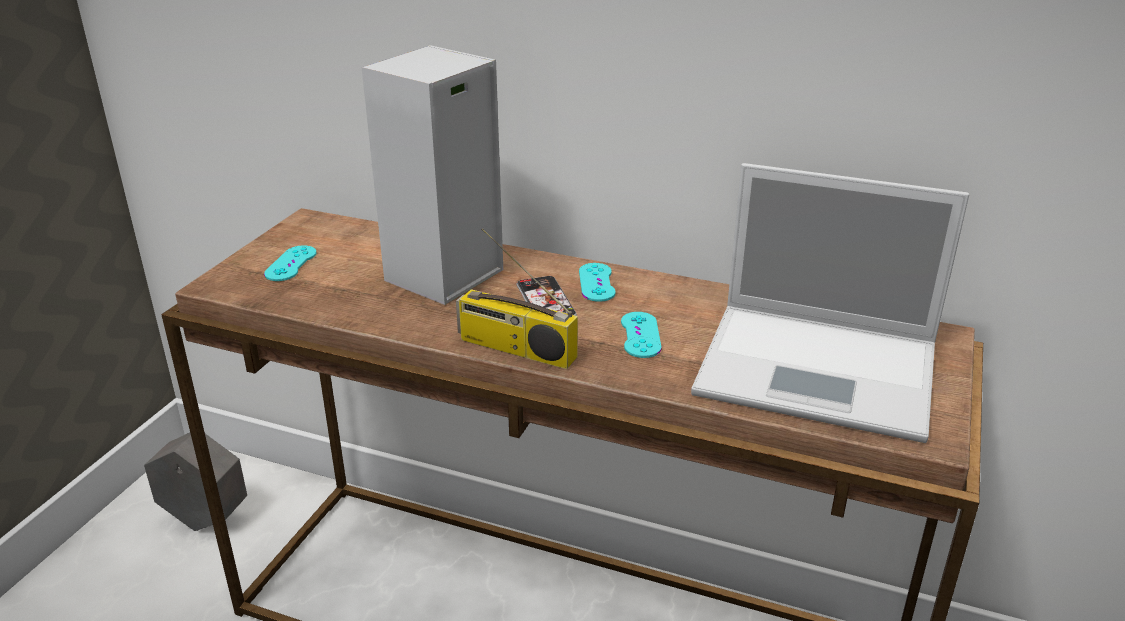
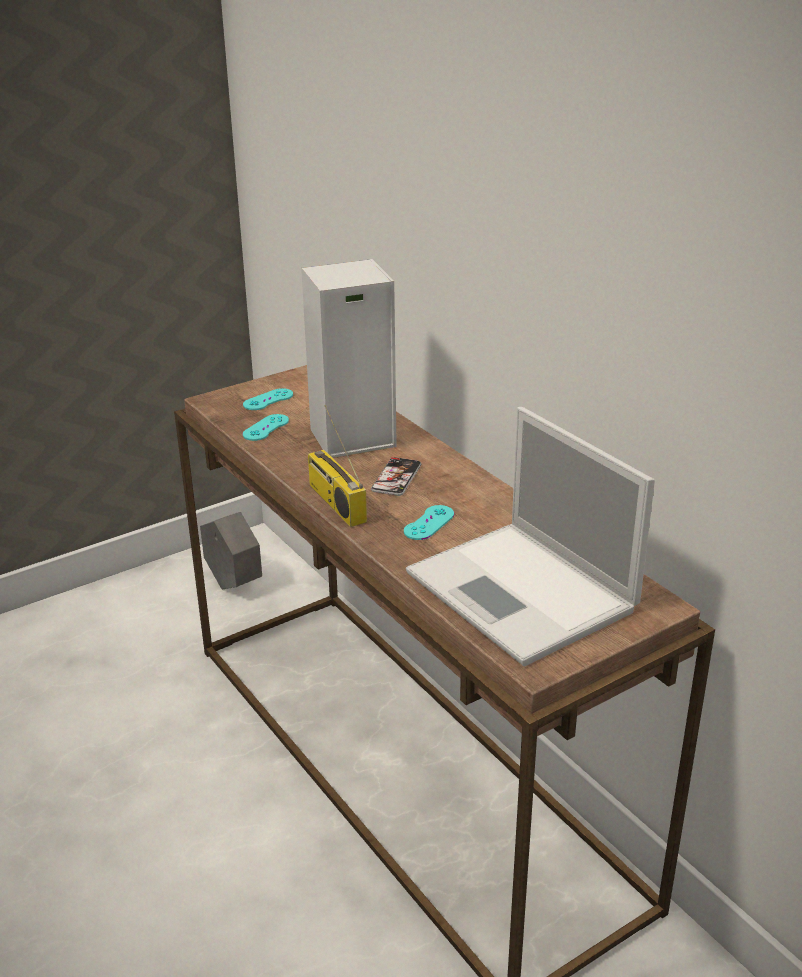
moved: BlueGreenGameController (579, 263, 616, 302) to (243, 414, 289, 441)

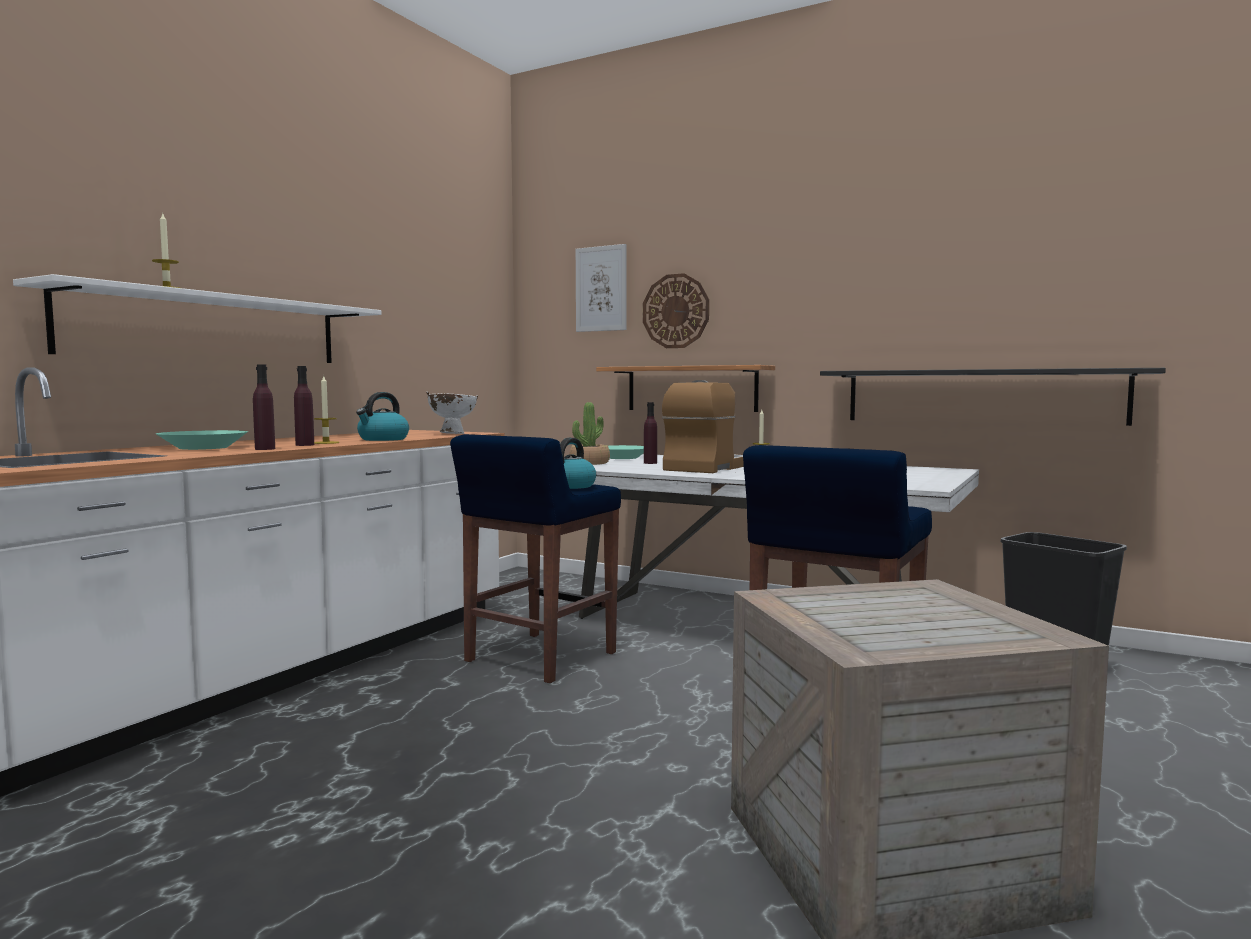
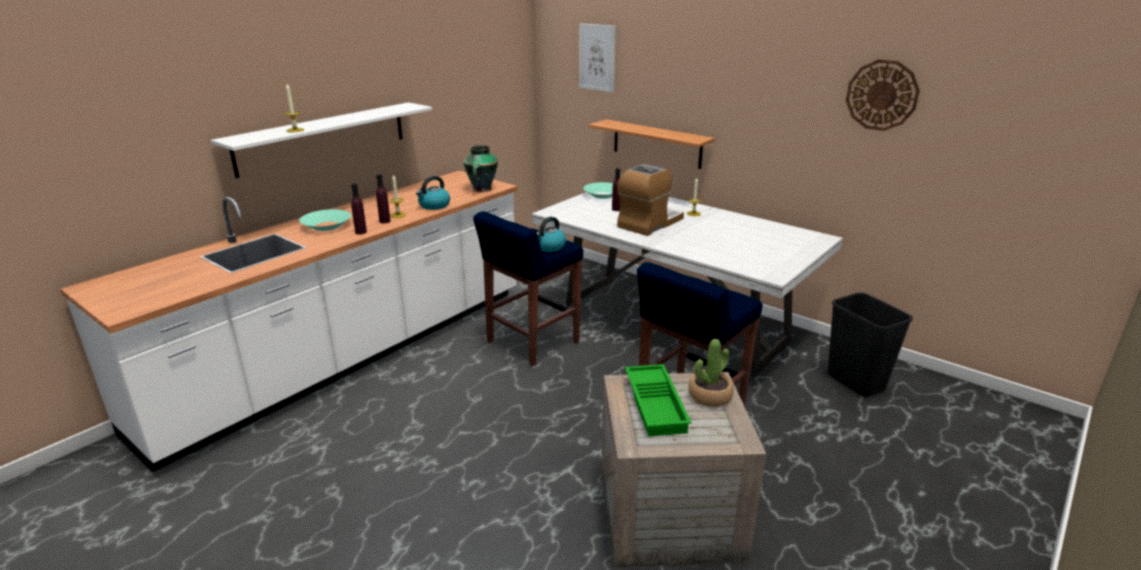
removed: BlackishWallShelf (820, 368, 1166, 426)
added: GreenishTray (625, 364, 692, 437)
moved: WallClock (643, 273, 709, 348) to (846, 59, 920, 131); PottedPlant (570, 402, 610, 465) to (688, 339, 734, 407)
replaced: WhiteColouredDeepDish (426, 392, 478, 434) to Vase (463, 145, 498, 192)

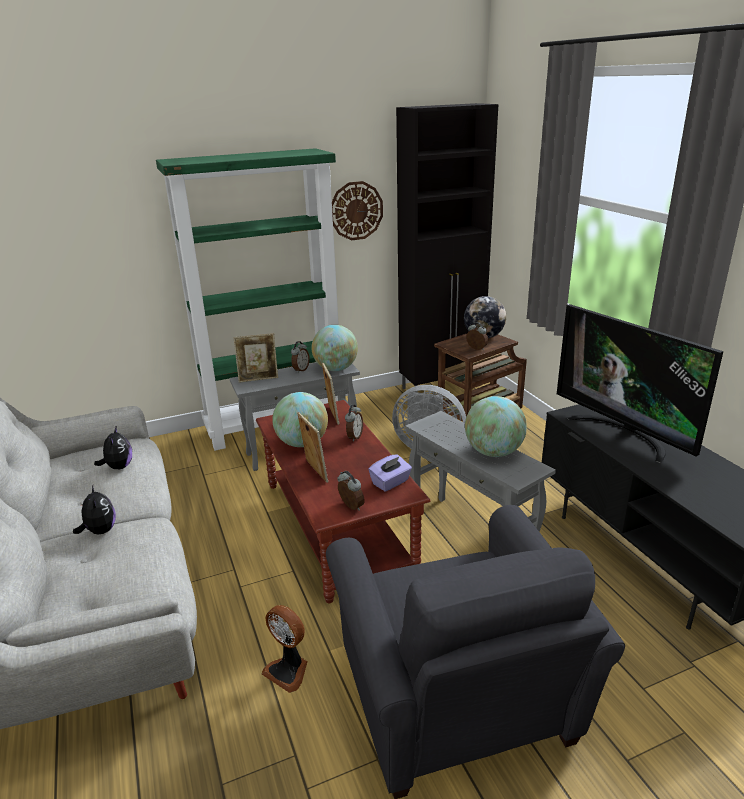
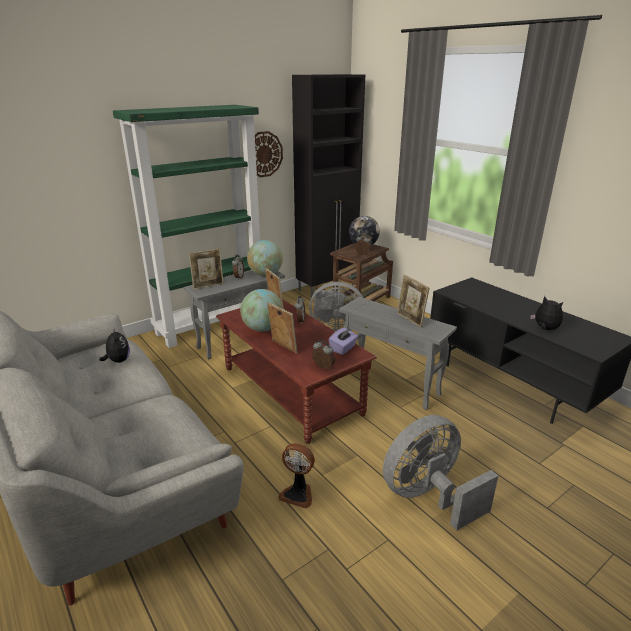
removed: Television (557, 304, 723, 463)
moved: PlushToy (73, 486, 116, 534) to (530, 296, 563, 330)
replaced: DeskGlobe (465, 396, 527, 457) to PictureFrame (397, 275, 430, 327); GreyishArmchair (326, 505, 625, 799) to GreyishCoolingFan (383, 415, 498, 531)

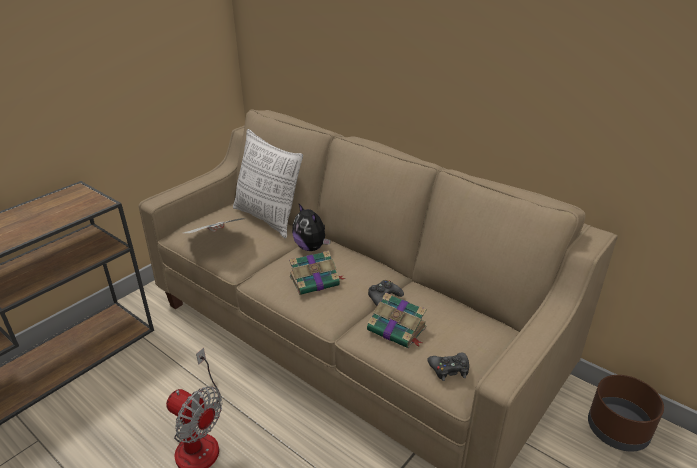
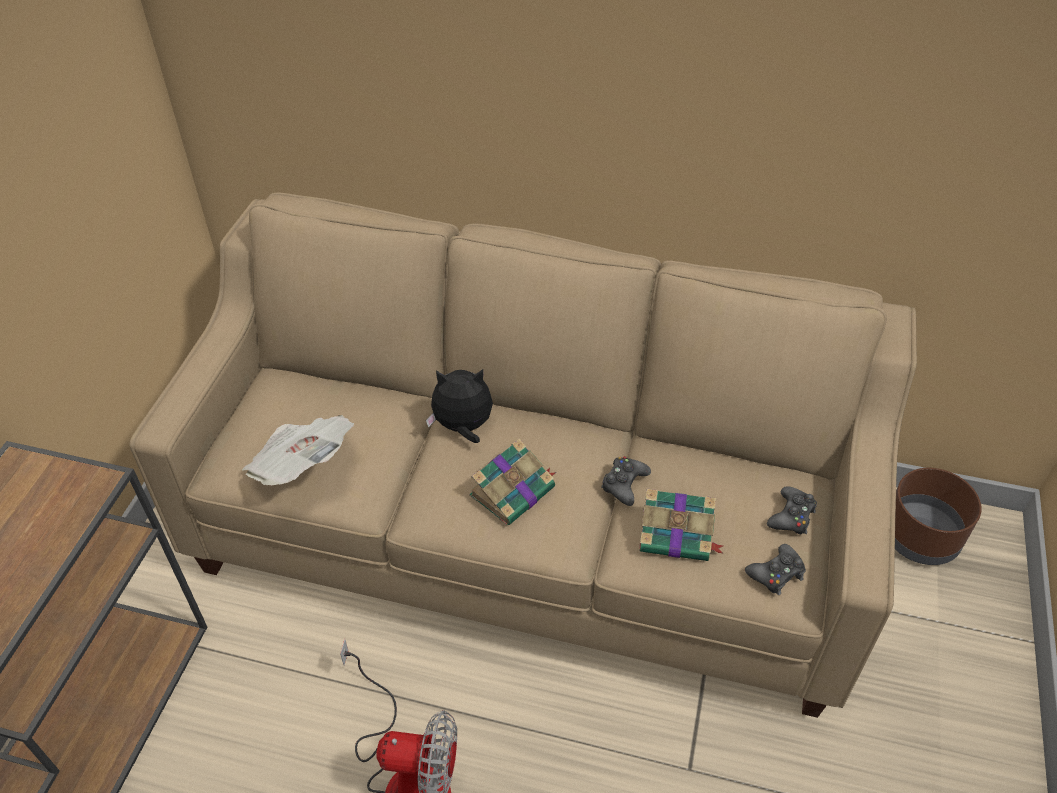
removed: Pillow (233, 129, 303, 239)
added: BlackishGameController (767, 486, 817, 534)
turned: PlushToy (292, 204, 331, 251) = (426, 369, 493, 443) 150 degrees clockwise

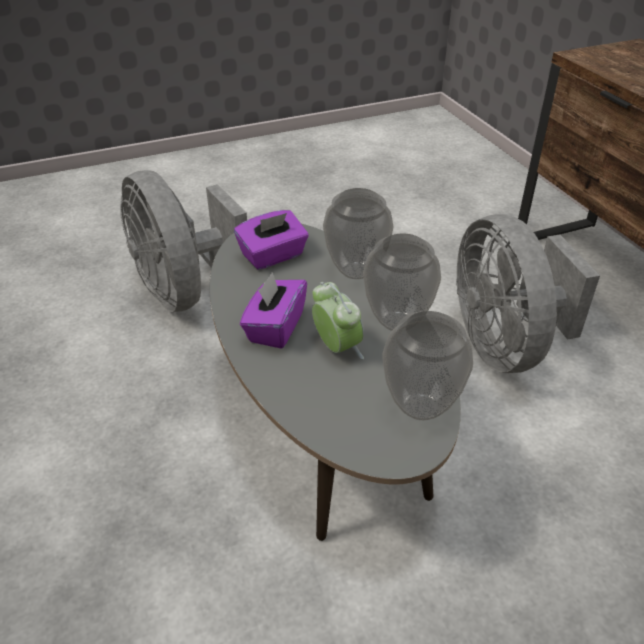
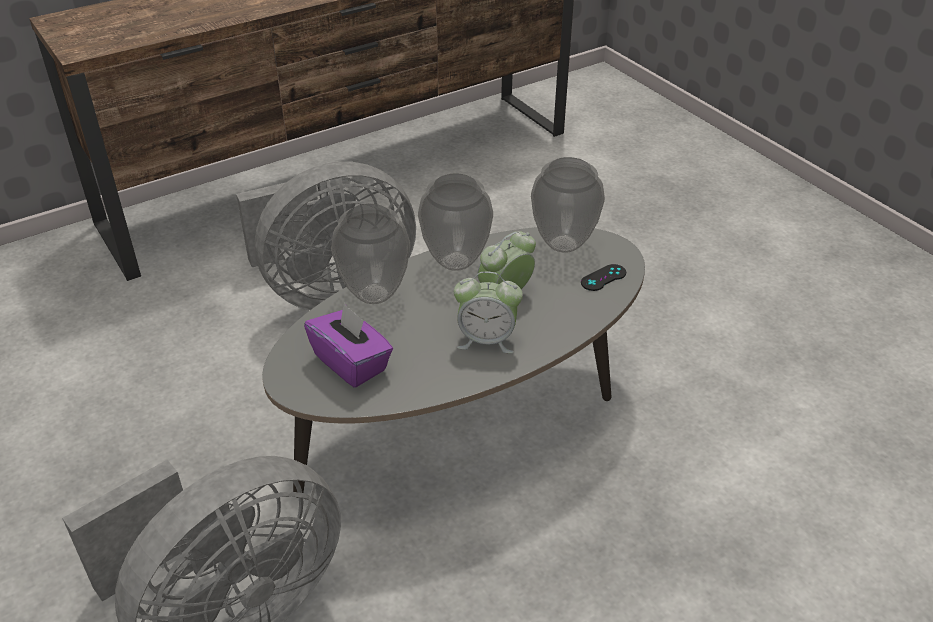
added: BlackishGameController (581, 264, 626, 291)
replaced: PurpleTissueHolder (240, 272, 307, 349) to TableClock (454, 271, 523, 353)

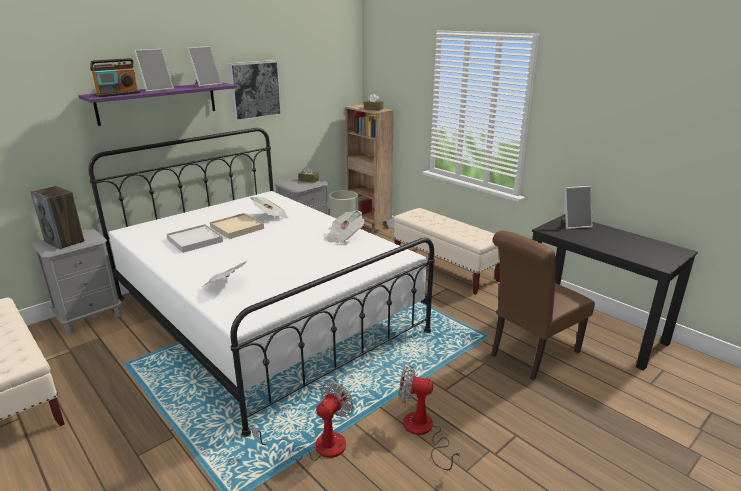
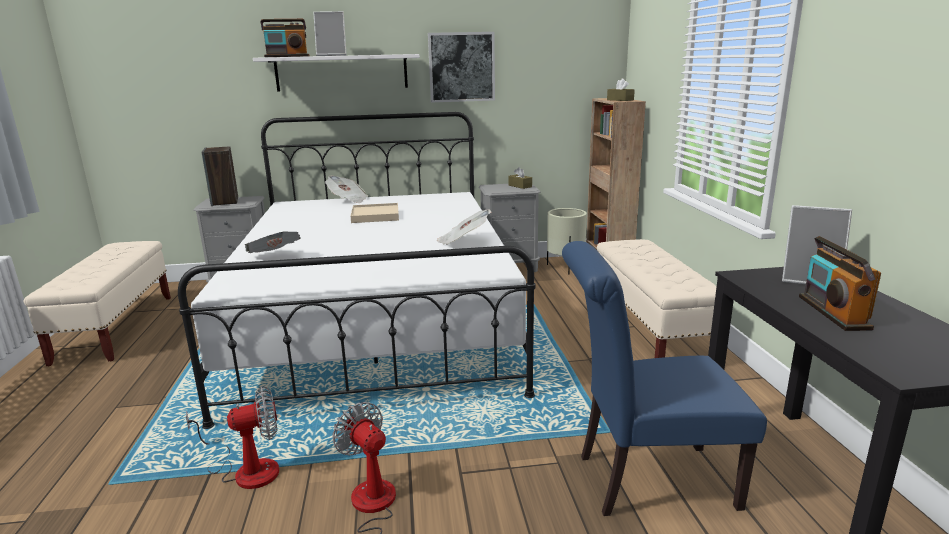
removed: PictureFrame (187, 46, 222, 87); WhiteColouredTray (166, 224, 223, 253)
added: RadioSet (799, 236, 881, 331)
moved: DailyPaper (250, 197, 288, 219) to (325, 176, 368, 203)
recoloured: PurpleWallShelf (78, 82, 237, 126) to WhiteColouredWallShelf (253, 54, 420, 91); BrownishUprightChair (491, 231, 595, 380) to BlueColouredUprightChair (562, 241, 767, 516)

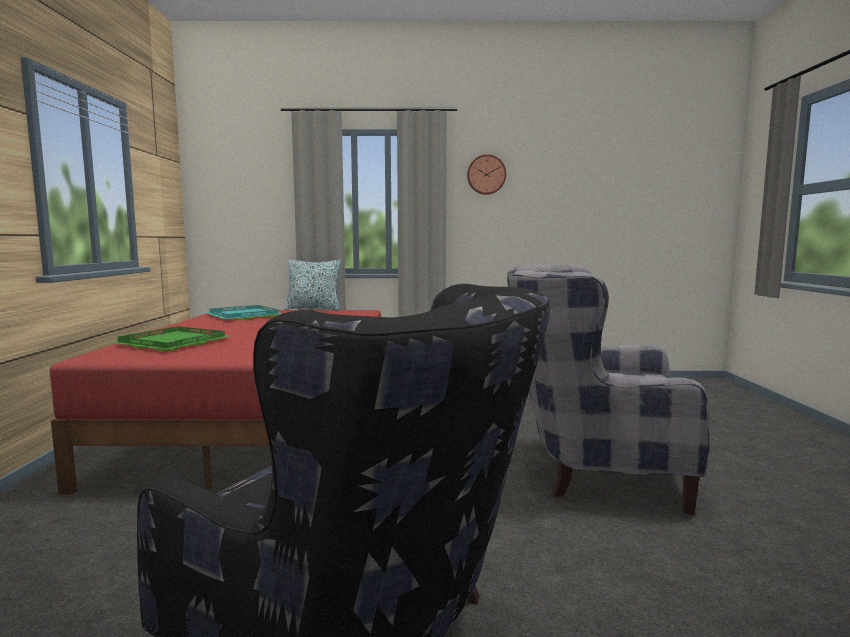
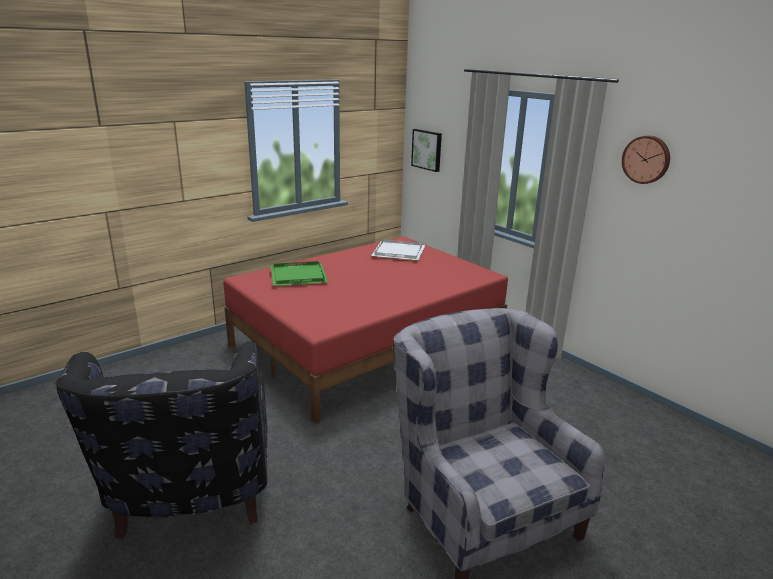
removed: Pillow (285, 259, 342, 310)
added: WallPicture (411, 129, 442, 172)
recoloured: BlueGreenTray (205, 305, 282, 320) to WhiteColouredTray (371, 239, 425, 261)

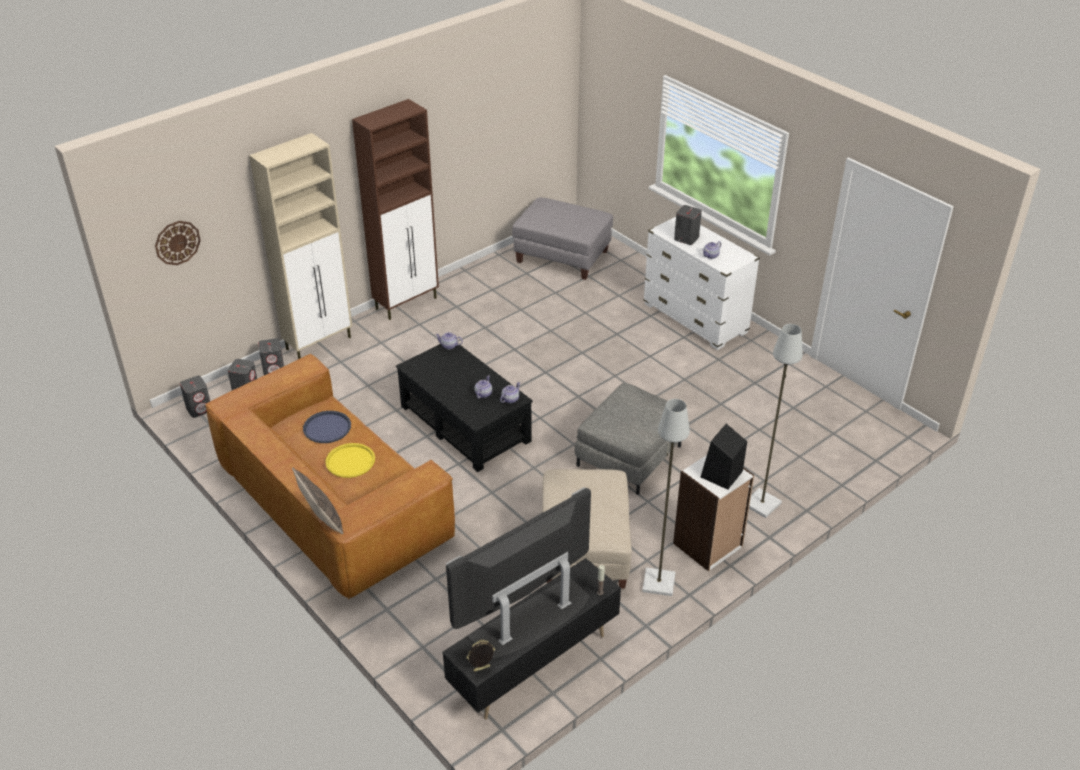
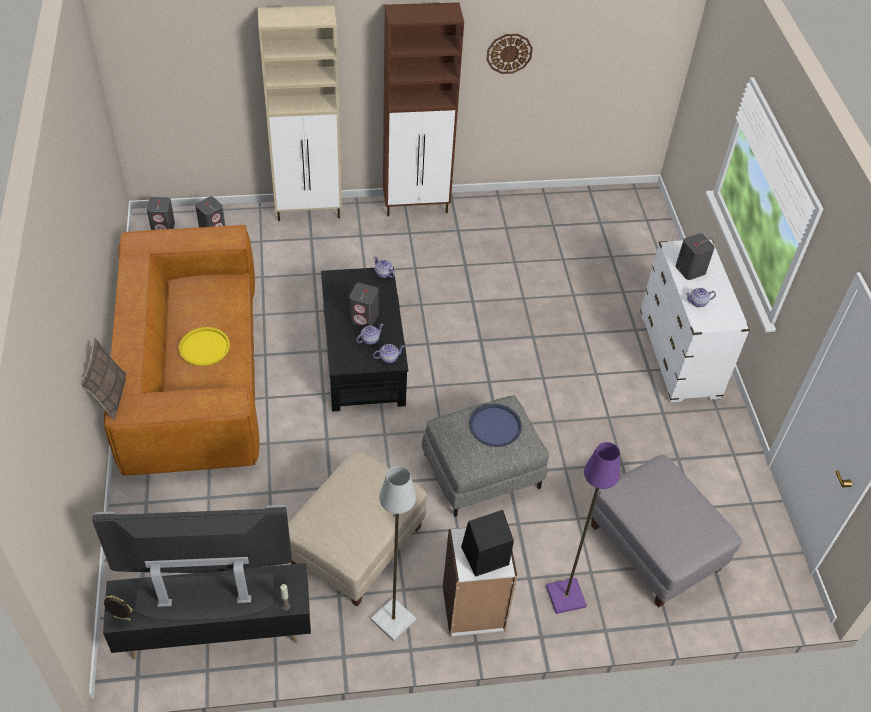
moved: GreyishPouffe (512, 197, 613, 280) to (591, 455, 742, 608); WallClock (155, 221, 201, 265) to (486, 34, 533, 74); GreyishLoudspeaker (258, 338, 284, 375) to (349, 283, 379, 327); BlueColouredTray (303, 411, 351, 443) to (469, 404, 522, 447)
recoloured: GreyishStandardLamp (749, 324, 803, 518) to PurpleStandardLamp (546, 442, 620, 614)

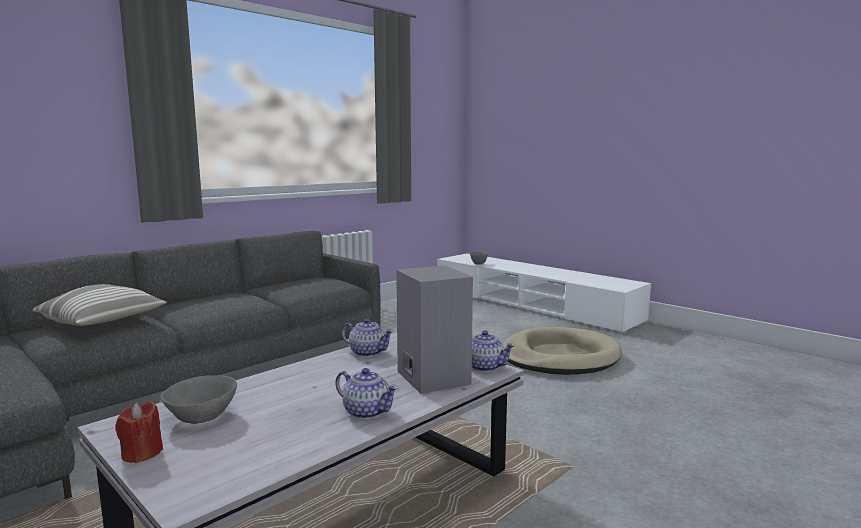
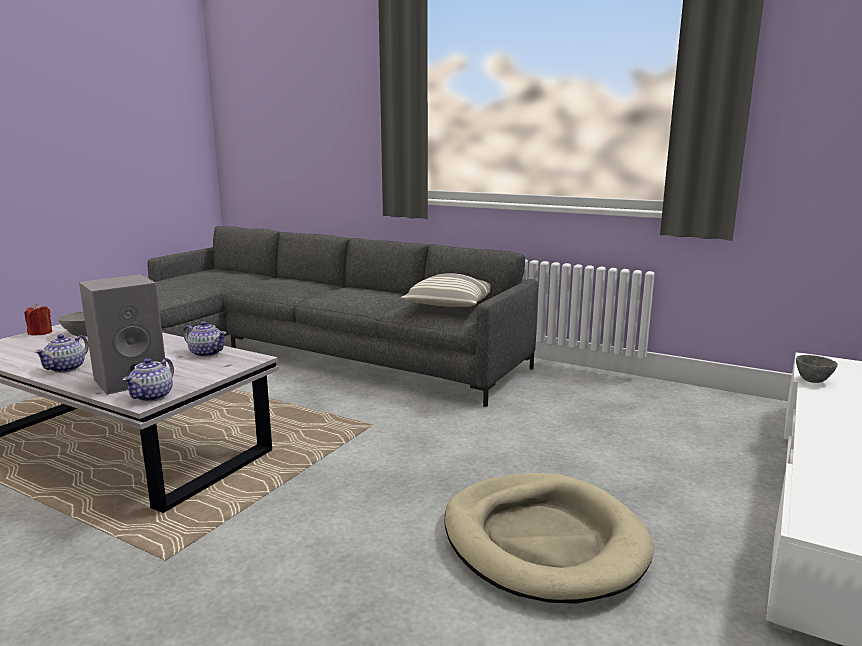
moved: Pillow (32, 284, 167, 326) to (401, 273, 491, 307)
turned: Teapot (341, 318, 394, 357) = (183, 321, 227, 357) 75 degrees counterclockwise

